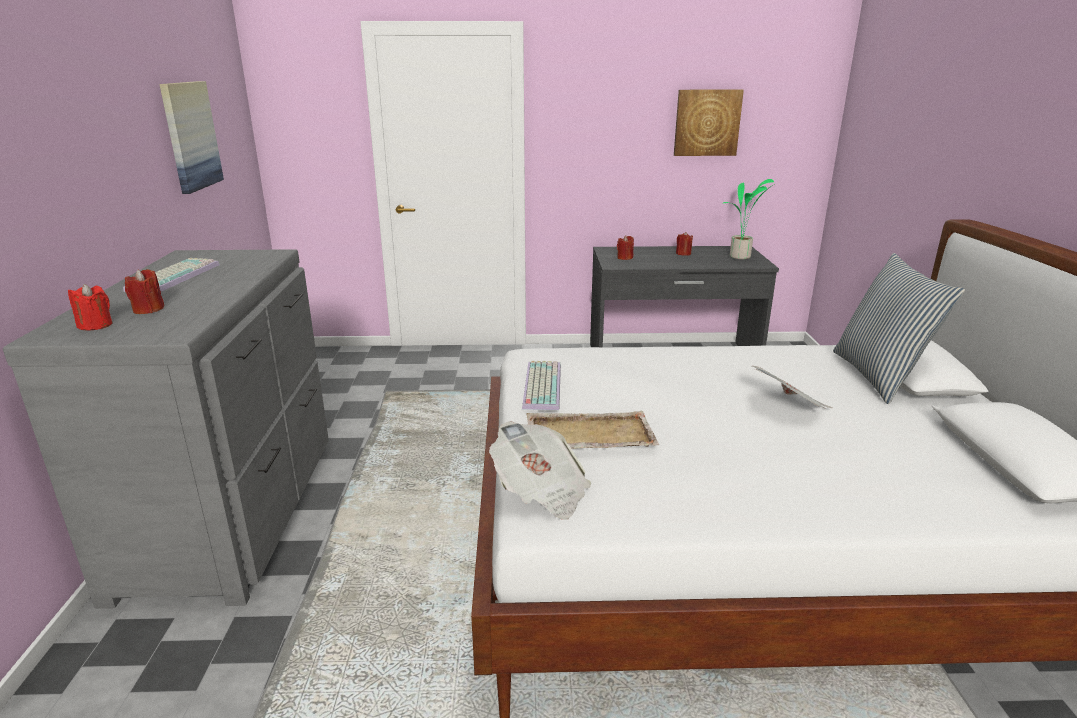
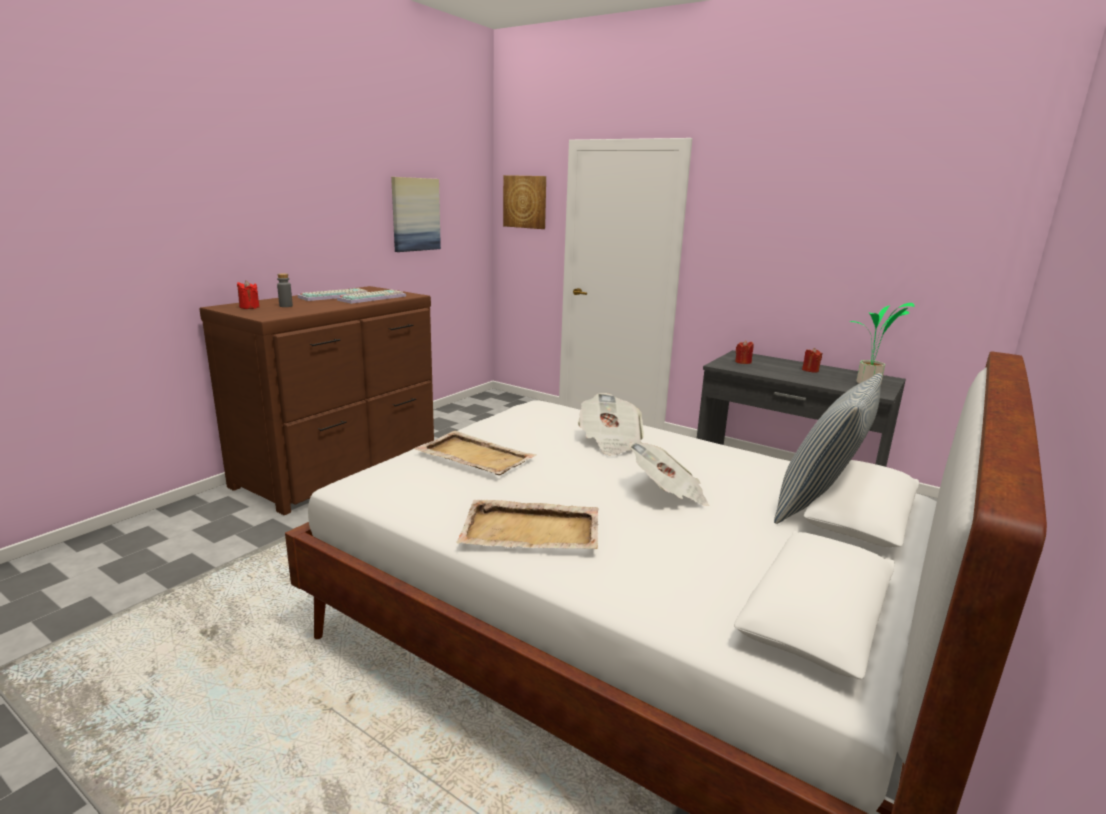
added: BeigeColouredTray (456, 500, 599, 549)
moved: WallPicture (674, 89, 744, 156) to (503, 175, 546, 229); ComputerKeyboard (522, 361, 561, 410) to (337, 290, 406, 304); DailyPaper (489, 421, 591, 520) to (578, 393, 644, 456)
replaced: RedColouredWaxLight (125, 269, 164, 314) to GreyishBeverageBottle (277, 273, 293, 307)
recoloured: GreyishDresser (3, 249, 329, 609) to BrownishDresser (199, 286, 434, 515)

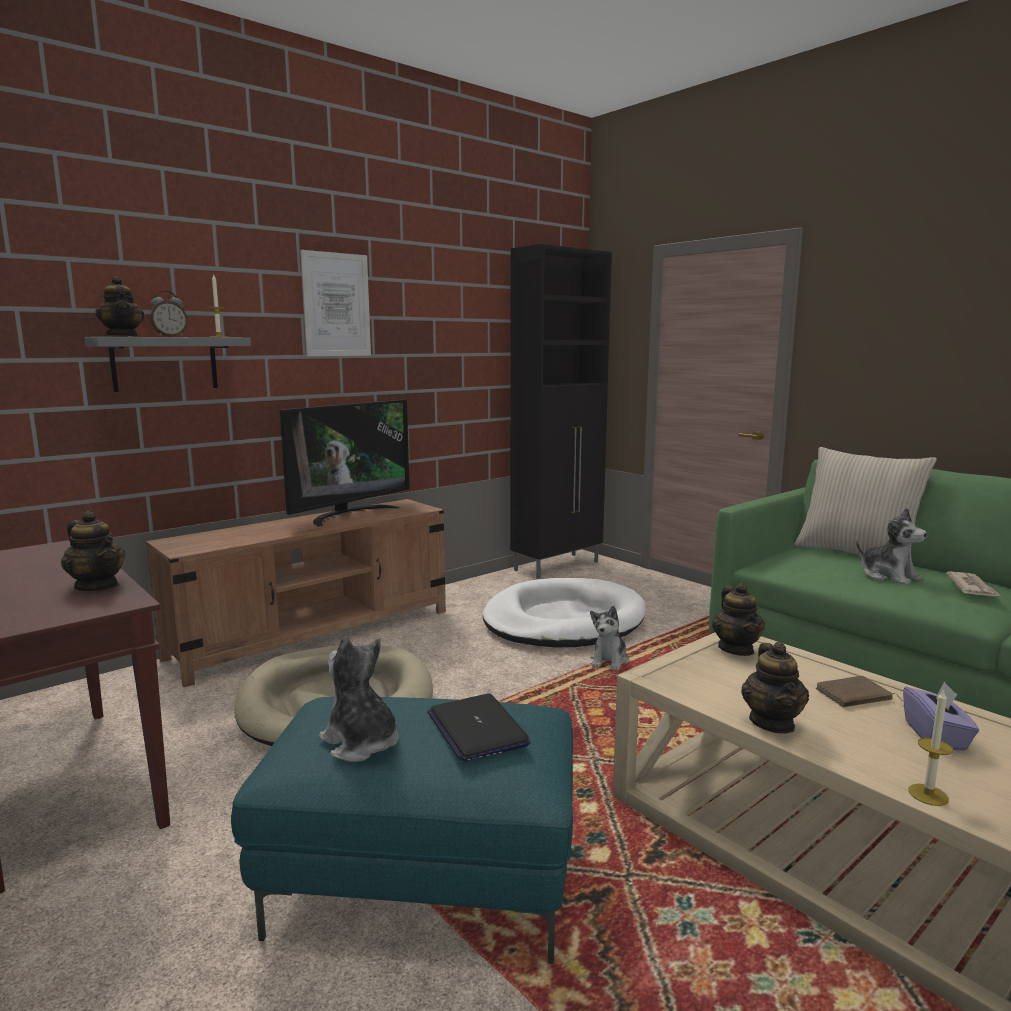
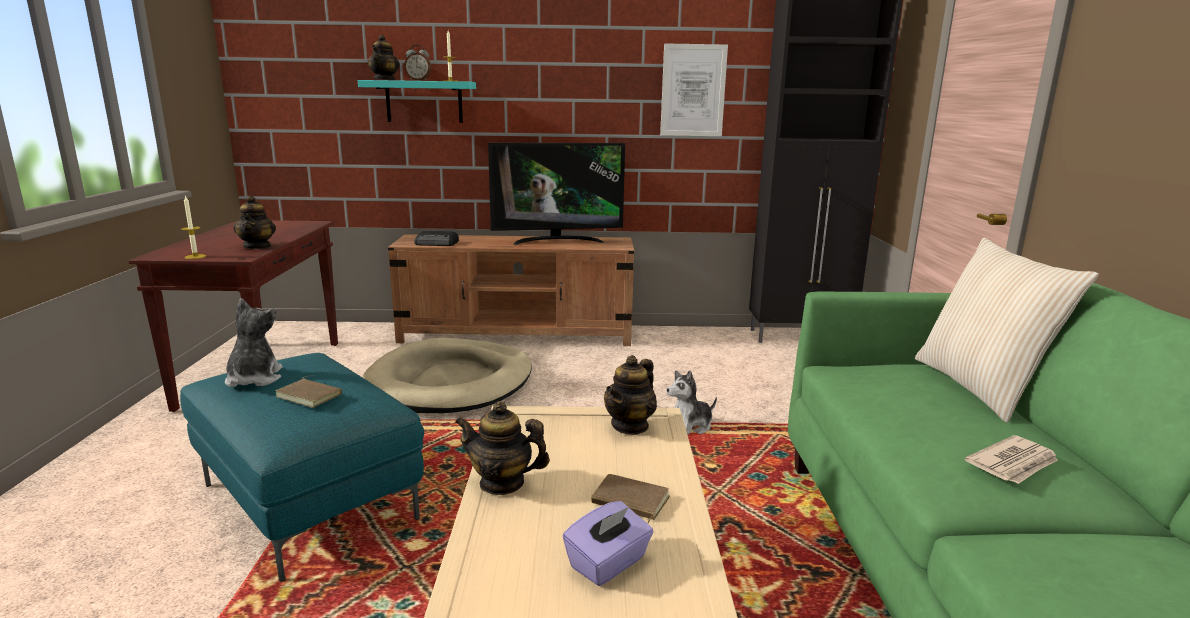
removed: PlushToy (856, 508, 927, 585); WhiteColouredPetBed (483, 578, 646, 647)
added: RadioSet (414, 231, 459, 246)
moved: WallPicture (300, 250, 371, 356) to (660, 43, 728, 136); WaxLight (908, 689, 953, 806) to (182, 195, 206, 259)
replaced: NotebookComputer (427, 693, 531, 762) to BrownishVolume (276, 375, 342, 408)
recoloured: GreyishWallShelf (84, 337, 251, 392) to BlueGreenWallShelf (358, 80, 476, 123)
turned: Teapot (741, 642, 809, 734) = (455, 401, 550, 495) 60 degrees clockwise

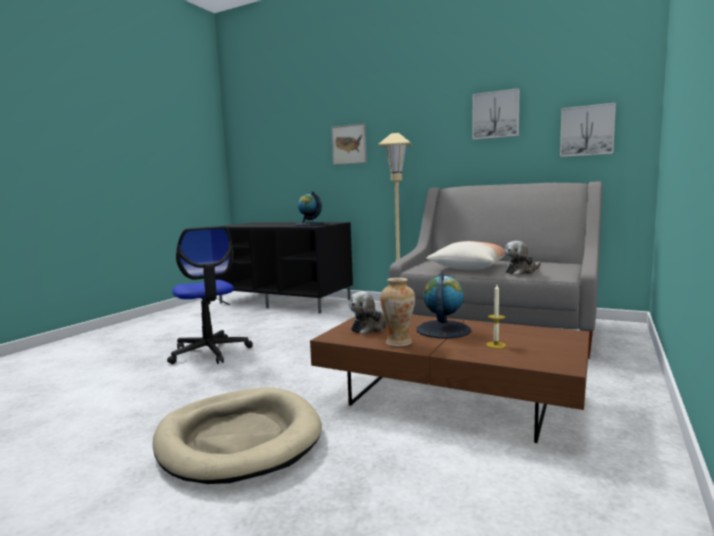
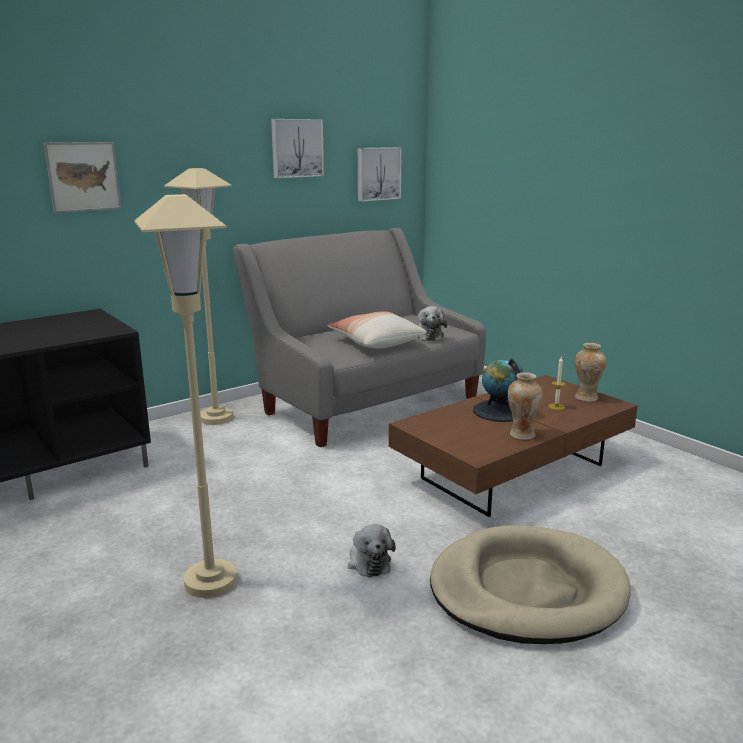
removed: DeskGlobe (295, 191, 324, 226)
added: Vase (575, 343, 606, 402)
moved: PlushToy (349, 292, 387, 335) to (348, 524, 396, 578)
replaced: OfficeChair (167, 226, 253, 364) to BeigeColouredStandardLamp (134, 194, 237, 598)

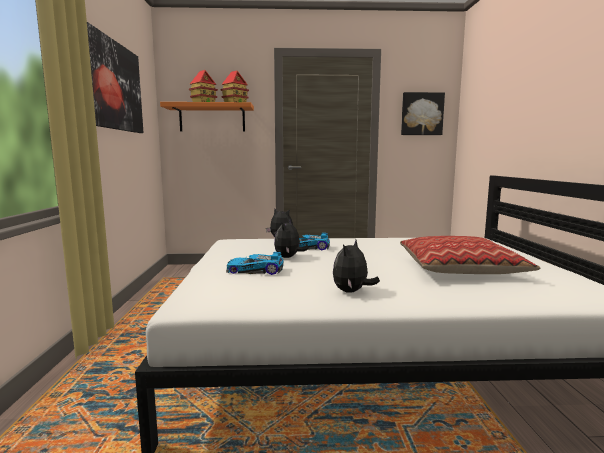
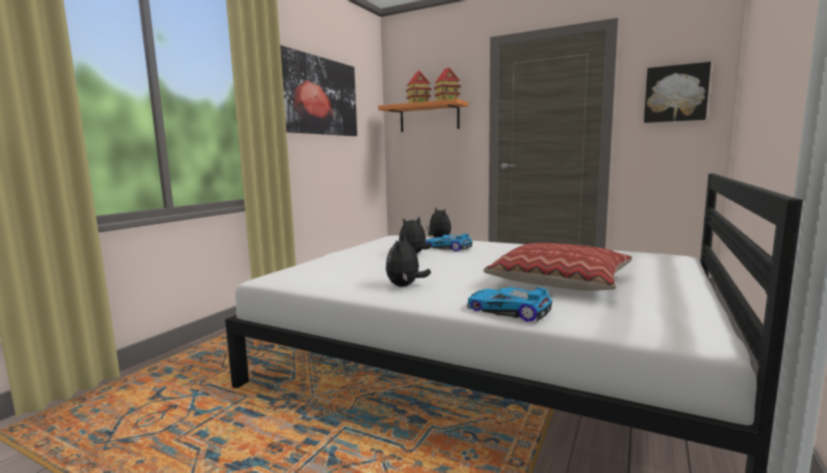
moved: ToyCar (226, 252, 284, 275) to (467, 287, 552, 322)
turned: PlushToy (333, 240, 380, 293) = (386, 236, 431, 287) 45 degrees counterclockwise

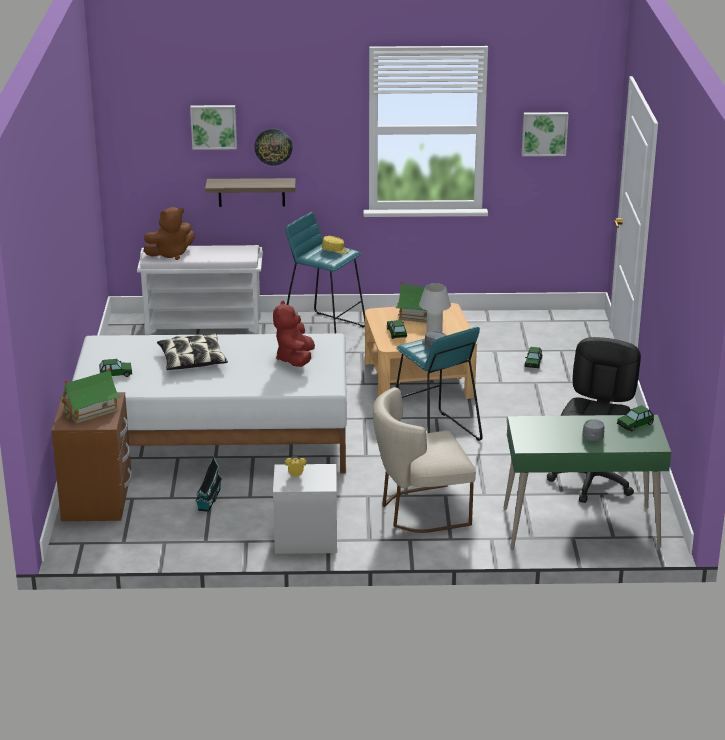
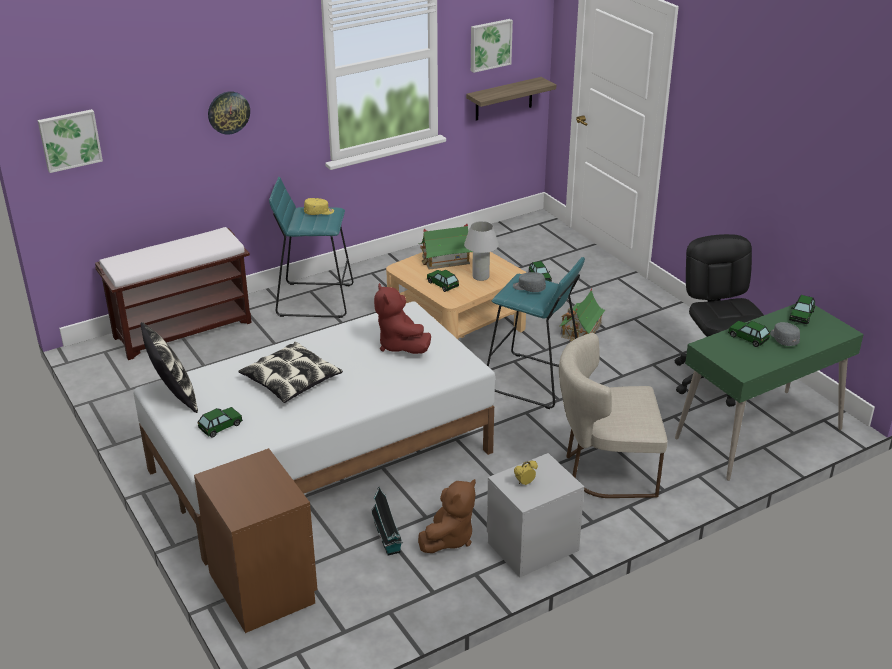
added: ToyCar (728, 321, 770, 347); Pillow (140, 322, 198, 413)
moved: WallPicture (190, 105, 237, 150) to (38, 109, 103, 173); WallShelf (205, 178, 296, 207) to (466, 77, 556, 121); BrownishPlushToy (143, 207, 195, 260) to (418, 479, 476, 553); ModelHouse (58, 368, 121, 424) to (559, 288, 605, 341)
recoloured: WhiteColouredIndoorBench (137, 245, 263, 335) to BrownishIndoorBench (95, 227, 252, 360)
turned: BeigeColouredUprightChair (373, 387, 476, 533) = (559, 333, 667, 498) 45 degrees clockwise

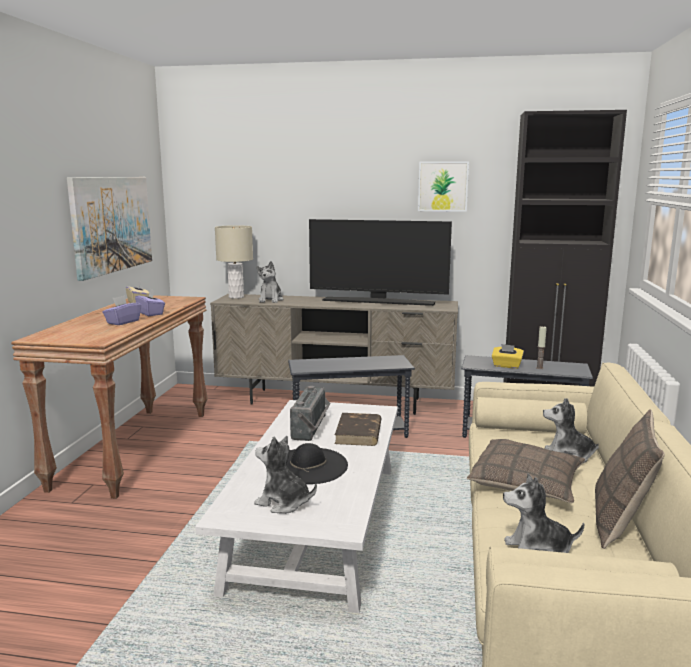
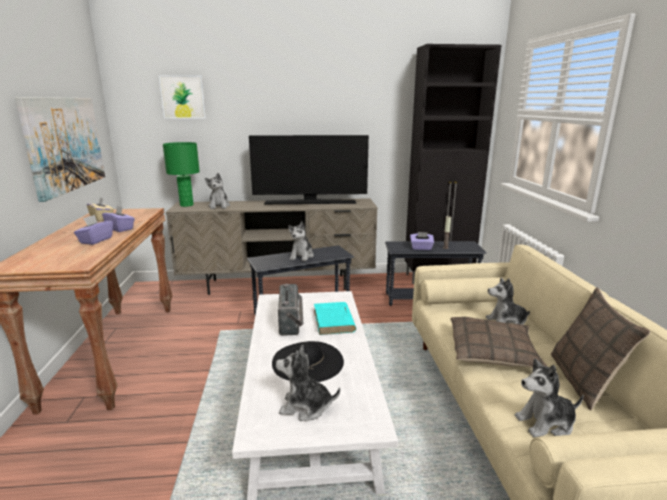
added: PlushToy (288, 221, 314, 261)
moved: WallPicture (418, 161, 469, 212) to (159, 75, 206, 119)
recoloured: BeigeColouredTableLamp (215, 225, 253, 299) to GreenishTableLamp (163, 142, 200, 207); YellowishTissueHolder (492, 344, 524, 369) to PurpleTissueHolder (410, 232, 434, 250); BrownishVolume (335, 413, 382, 446) to BlueGreenVolume (314, 302, 356, 335)

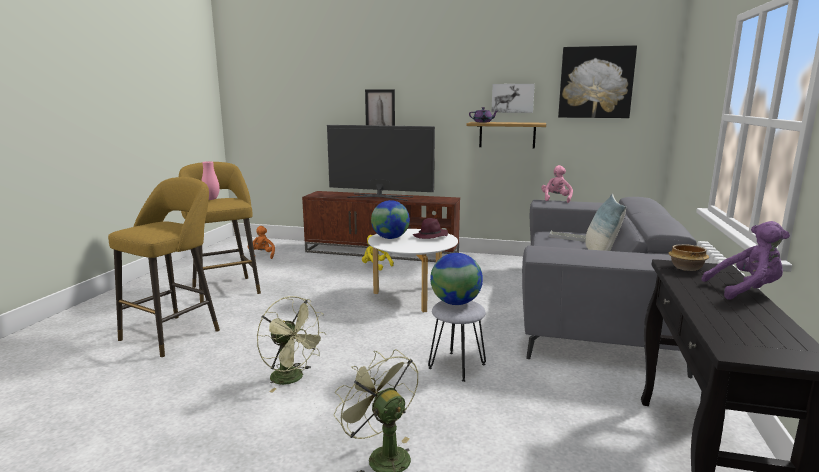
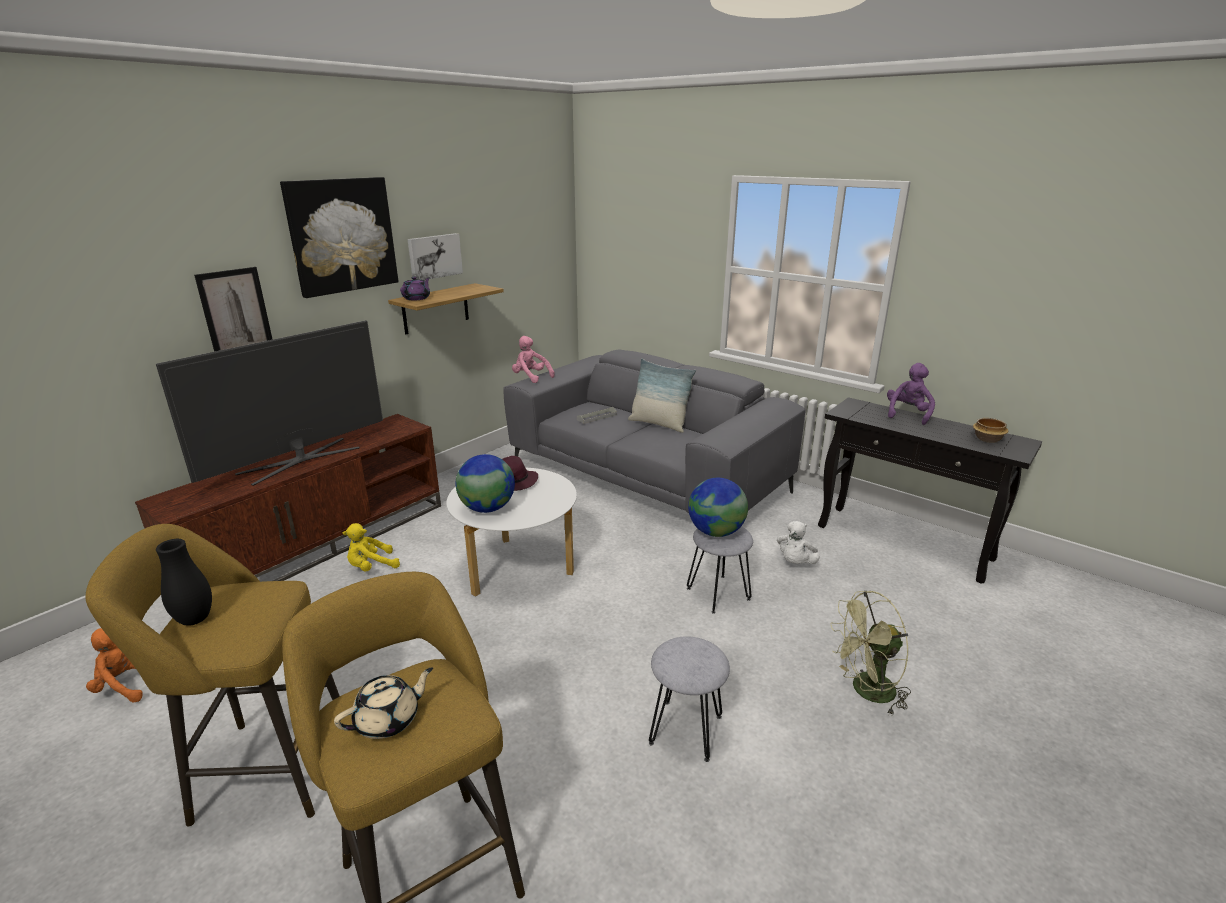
added: WhiteColouredPlushToy (777, 521, 820, 564); BeigeColouredTeapot (334, 667, 433, 739)
moved: WallPicture (558, 45, 637, 118) to (280, 177, 399, 298); DeepDish (668, 244, 709, 271) to (973, 418, 1009, 443)
replaced: GreenishCoolingFan (257, 296, 327, 392) to GreyishSittingStool (649, 636, 730, 762)
recoloured: PinkVase (201, 161, 220, 200) to BlackishVase (156, 539, 212, 626)

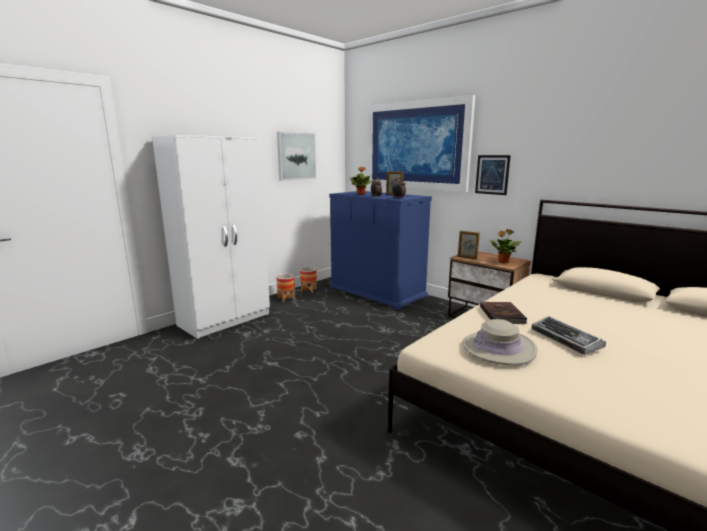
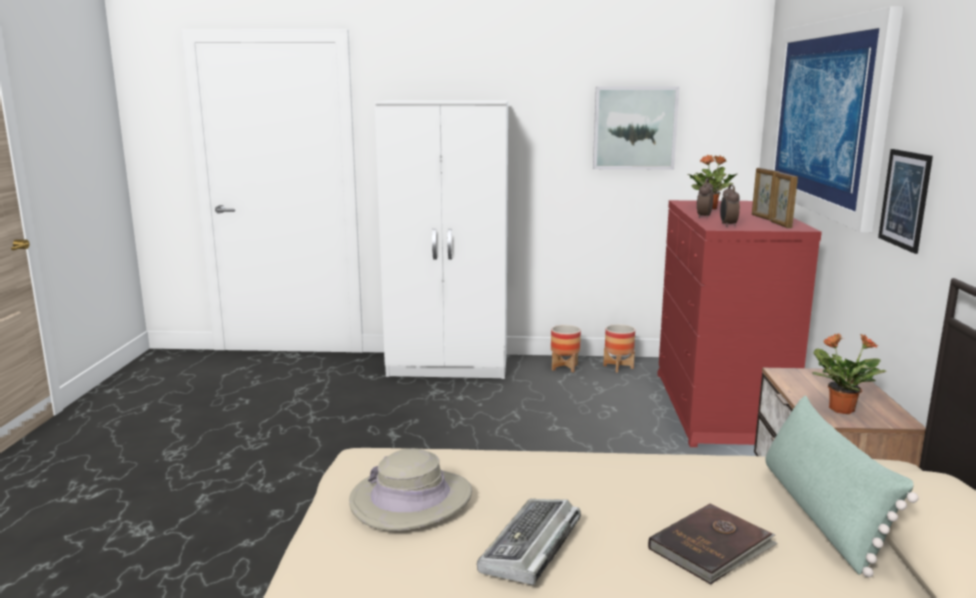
added: GreenishPillow (765, 395, 919, 577)
moved: PictureFrame (458, 231, 480, 259) to (770, 172, 798, 228); BrownishVolume (480, 302, 528, 324) to (648, 503, 778, 584)
recoloured: BlueColouredDresser (329, 191, 432, 310) to RedColouredDresser (657, 200, 822, 447)

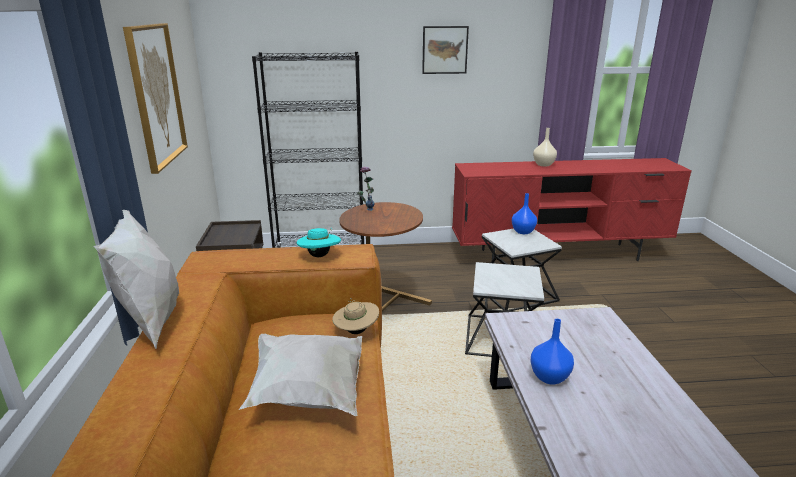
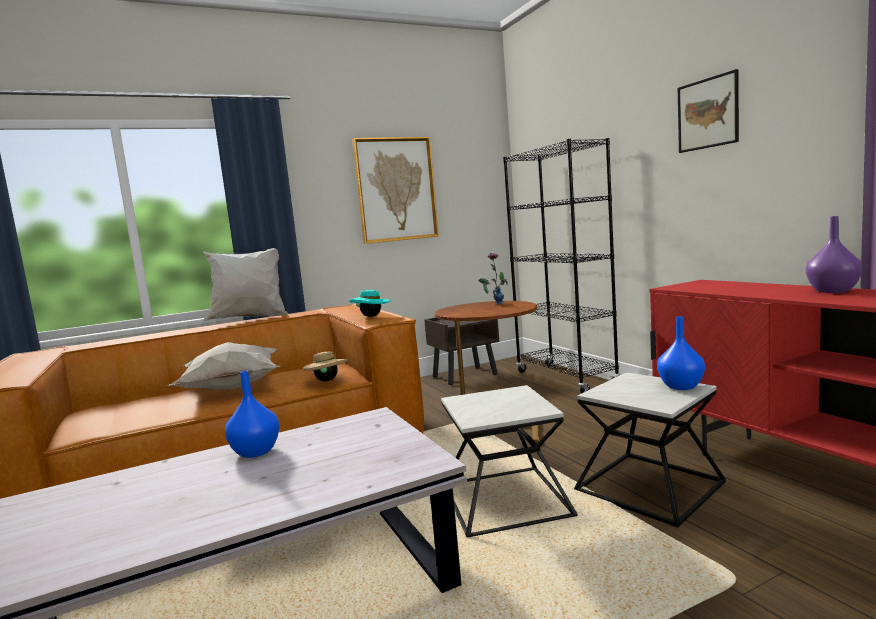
recoloured: BeigeColouredVase (533, 128, 557, 166) to PurpleVase (806, 216, 862, 293)

